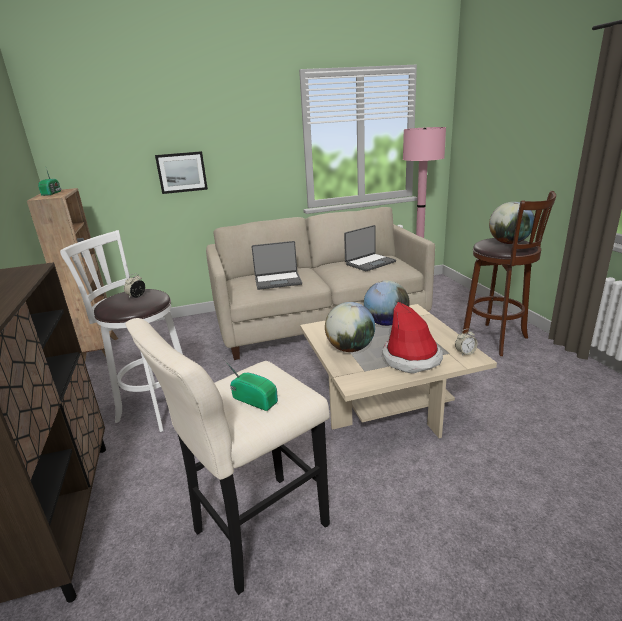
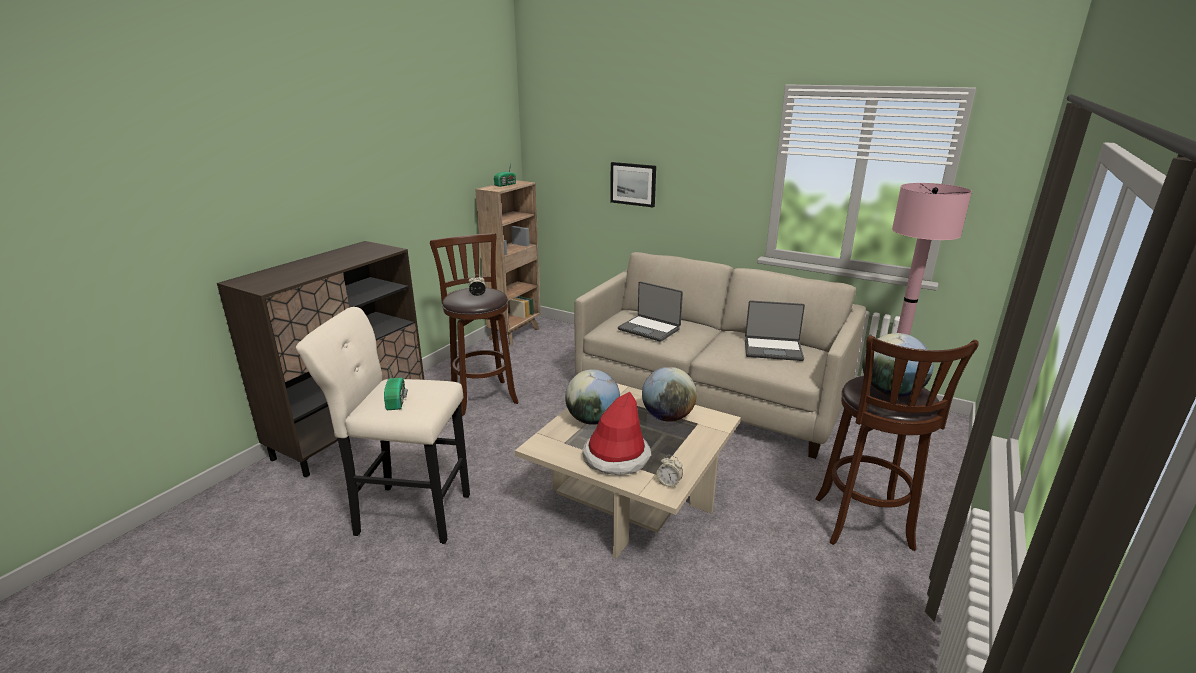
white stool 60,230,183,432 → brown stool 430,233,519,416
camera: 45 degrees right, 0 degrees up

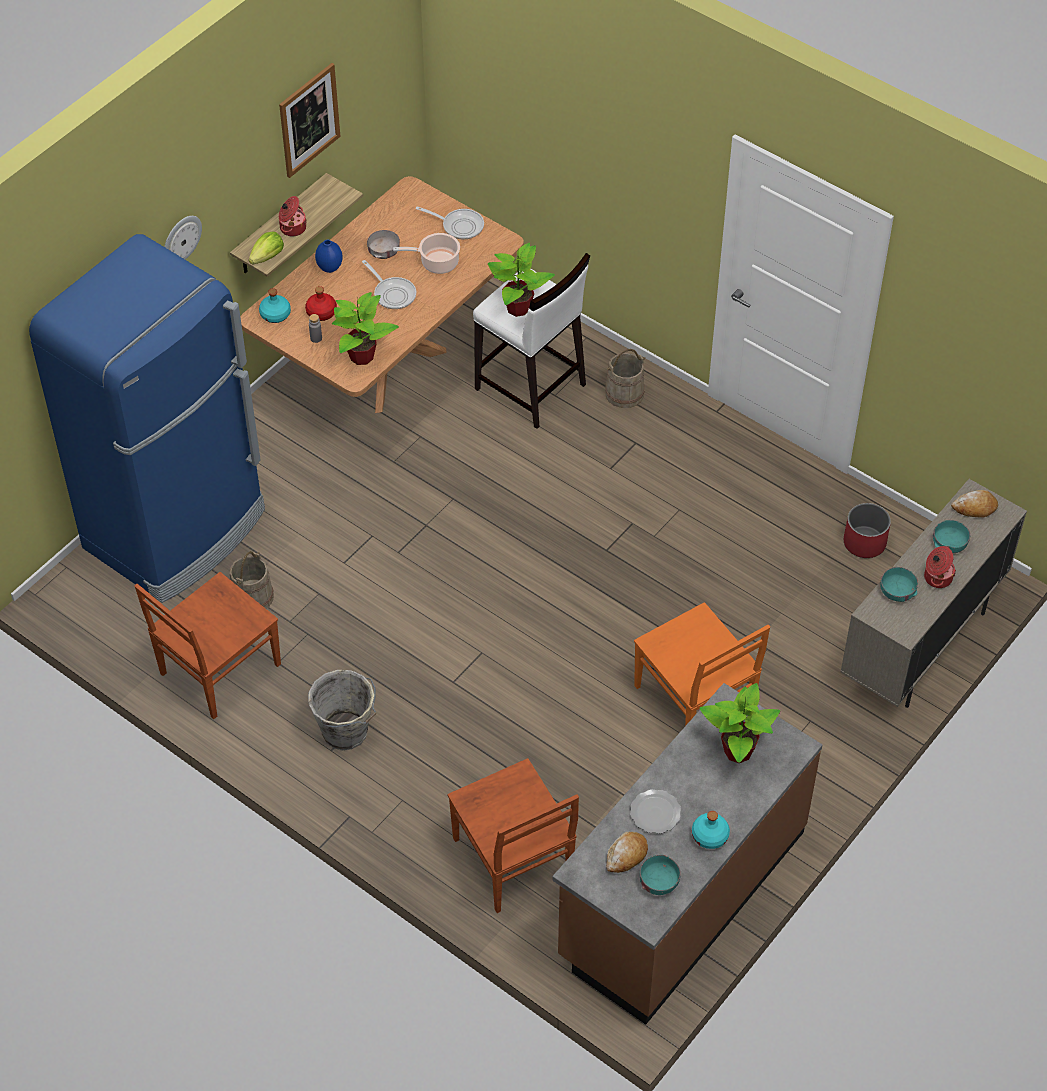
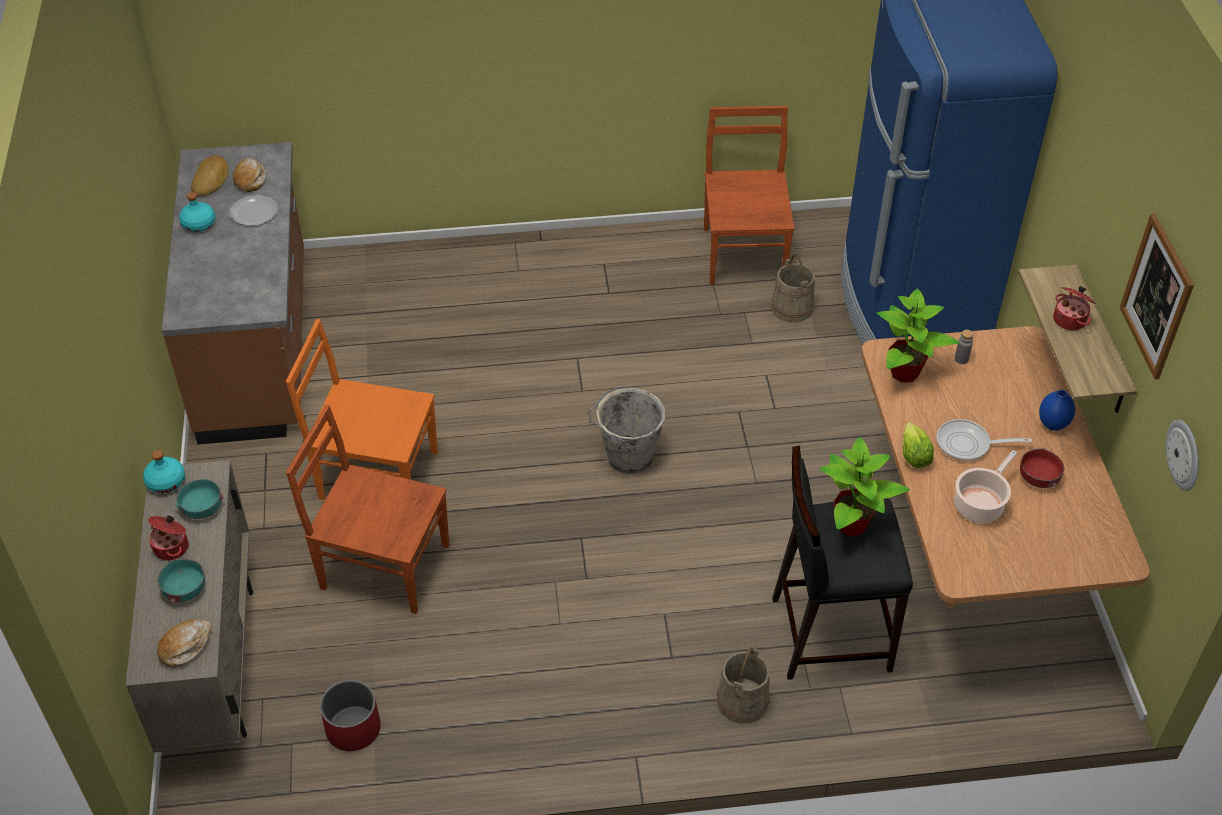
turquoise bottle 259,288,291,323 → turquoise bottle 143,450,185,494, shifted
turquoise bowl 639,855,681,895 → bread 191,156,229,196
brown chair 448,758,579,913 → brown chair 286,404,449,614, shifted
grey bucket 308,670,376,750 → grey bucket 588,386,665,474, shifted
white stool 473,253,590,429 → black stool 772,446,913,680
lettuce 249,232,284,265 → lettuce 902,422,934,468, shifted
grey bowl 367,230,400,259 → red bowl 1020,448,1064,488
wall clock 164,216,202,259 → wall clock 1166,419,1199,491, shifted
red bottle 305,286,337,321 → -
frying pan 416,206,484,239 → -
potted plant 700,683,780,763 → -
camera: 135 degrees right, 5 degrees down

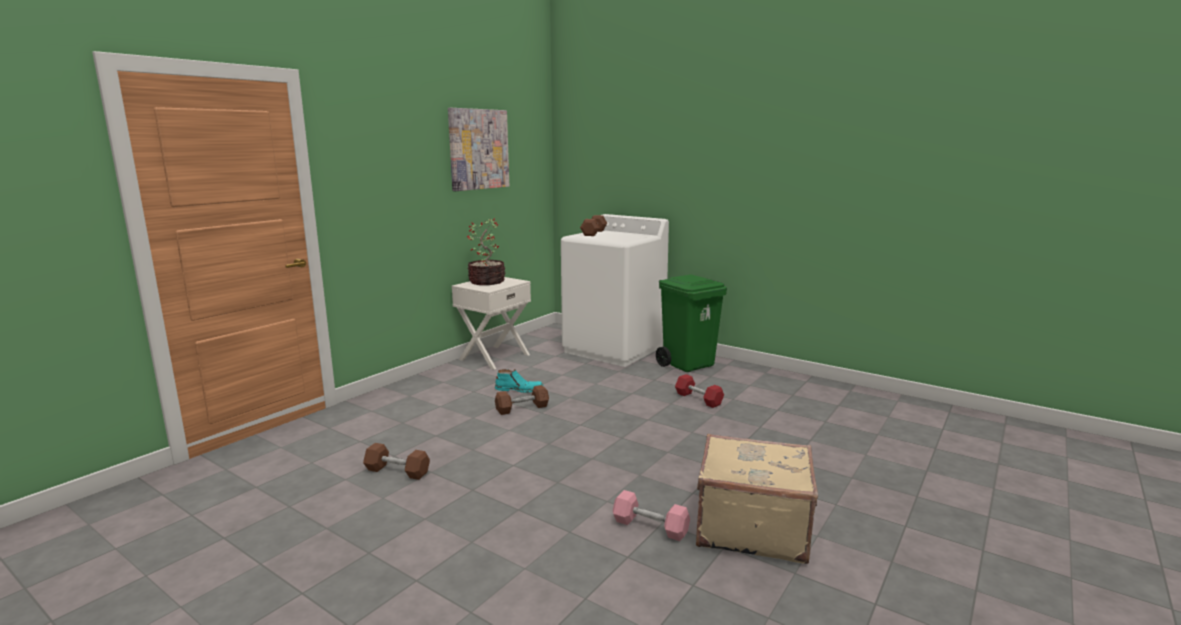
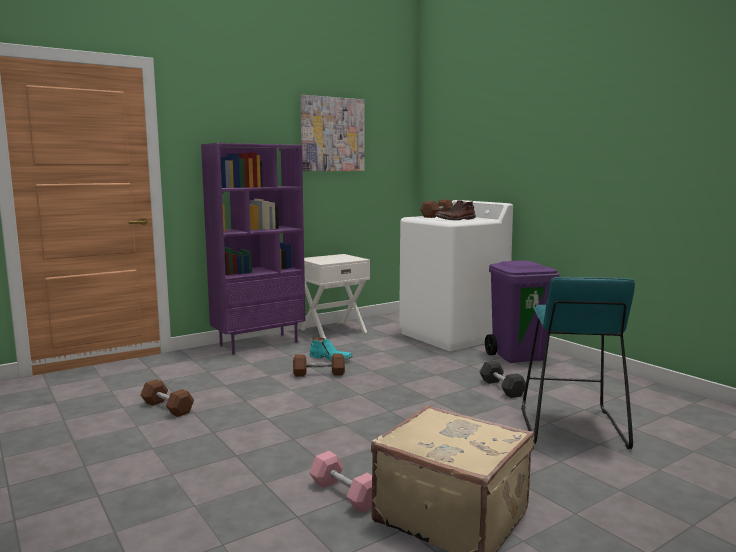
- → purple bookcase 201,143,305,355
- → brown boot 435,200,476,220
red dumbbell 675,374,724,408 → grey dumbbell 480,361,526,398
green trash can 656,275,727,372 → purple trash can 485,260,560,363
- → turquoise stool 521,277,635,449
potted plant 467,218,505,285 → -
camera: 20 degrees right, 5 degrees down

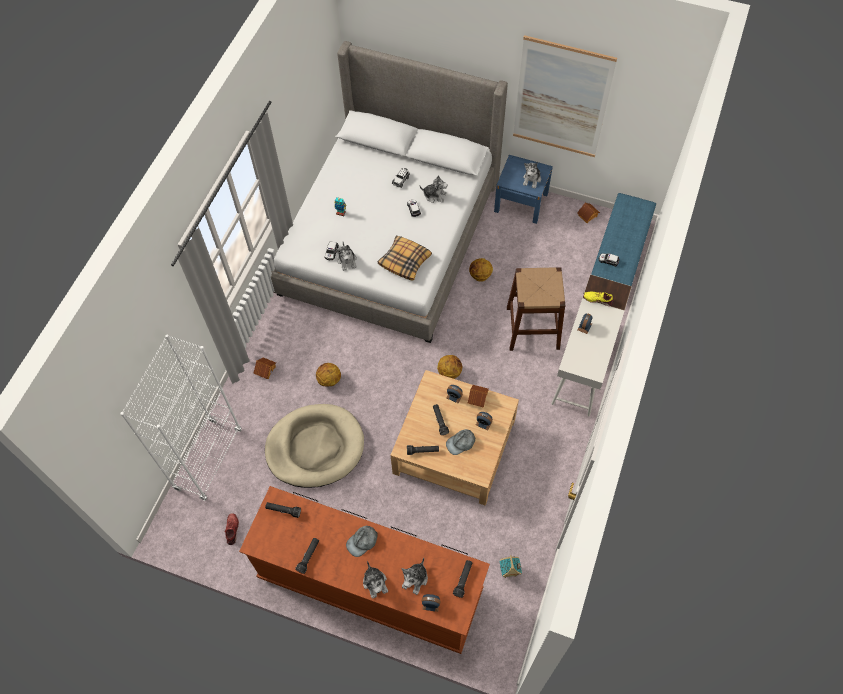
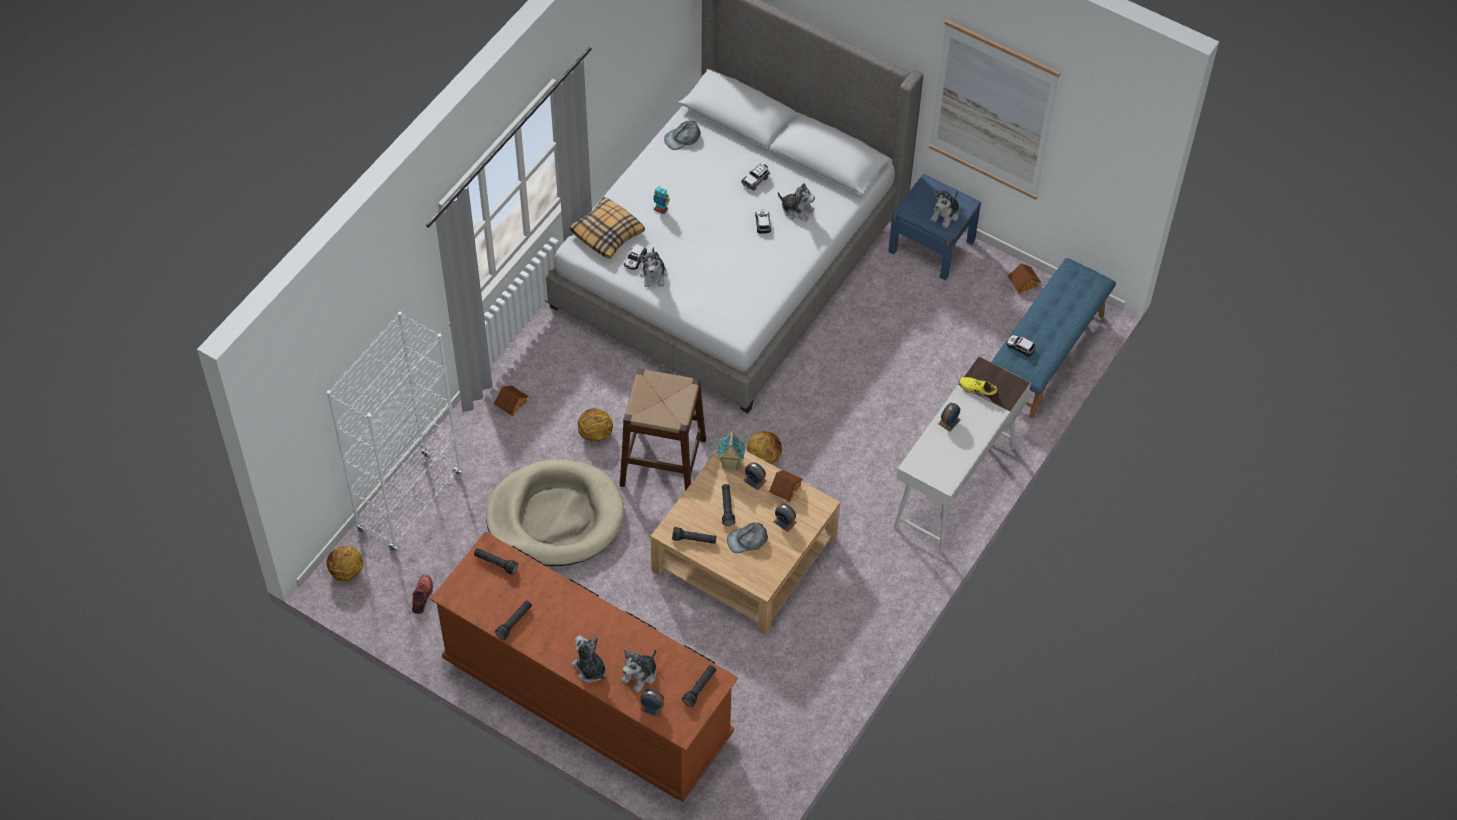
basketball 469,258,493,281 → basketball 327,546,363,582, shifted
pillow 378,236,432,281 → pillow 570,197,645,259, shifted
plush toy 363,561,388,599 → plush toy 571,636,606,682, 150 degrees clockwise
brown stool 507,267,565,351 → brown stool 620,369,706,491, shifted
grey cap 346,526,378,557 → grey cap 664,120,701,150, shifted
toy house 500,555,522,578 → toy house 717,431,745,470, shifted
camera: 10 degrees right, 5 degrees down

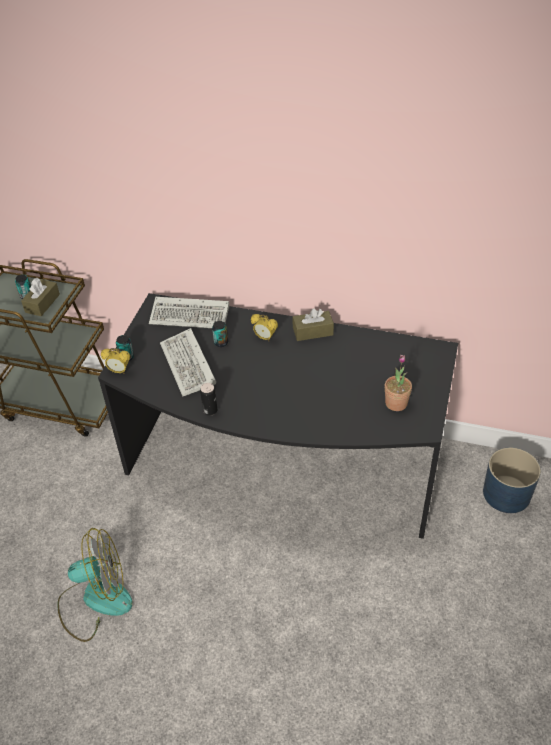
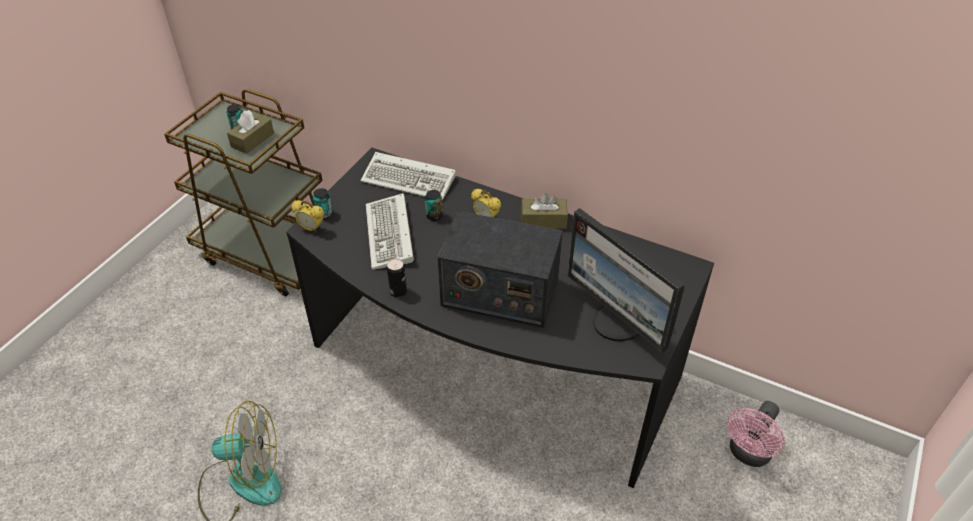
- → radio 438,211,563,328
potted plant 385,355,412,411 → monitor 568,208,684,353
blue planter 483,448,541,513 → pink fan 726,401,785,467
camera: 10 degrees right, 0 degrees up

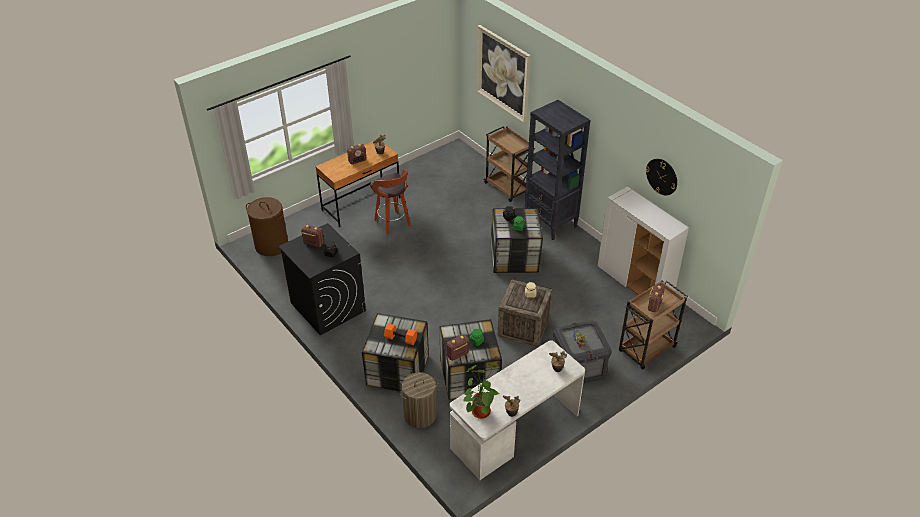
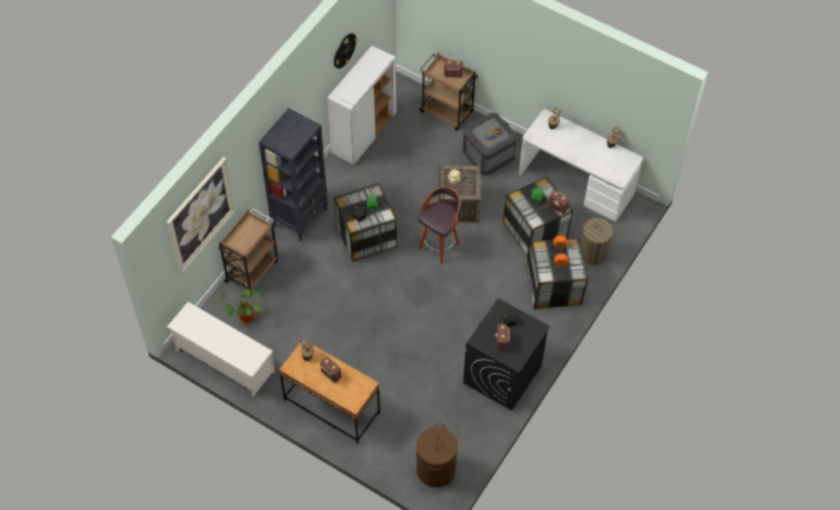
- → white shoe rack 167,302,275,397
potted plant 463,362,499,419 → potted plant 218,289,265,324, shifted
stool 370,169,411,235 → stool 418,187,461,264, shifted
camera: 110 degrees left, 15 degrees up

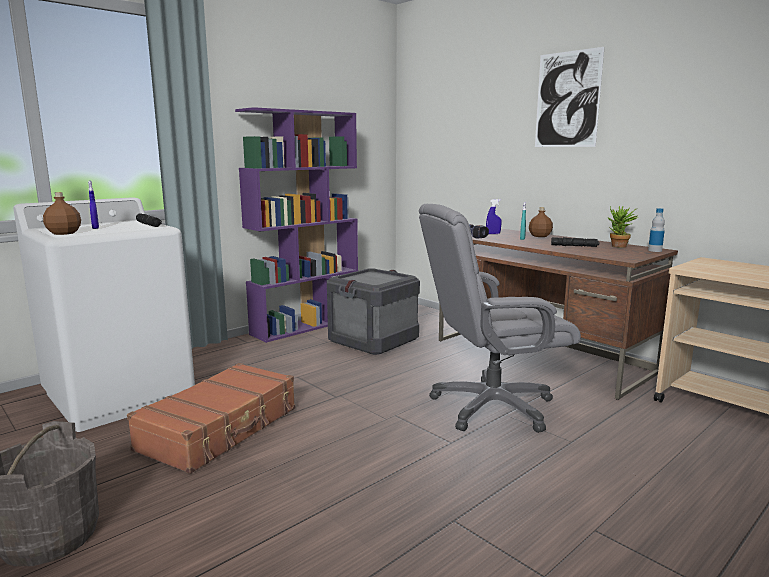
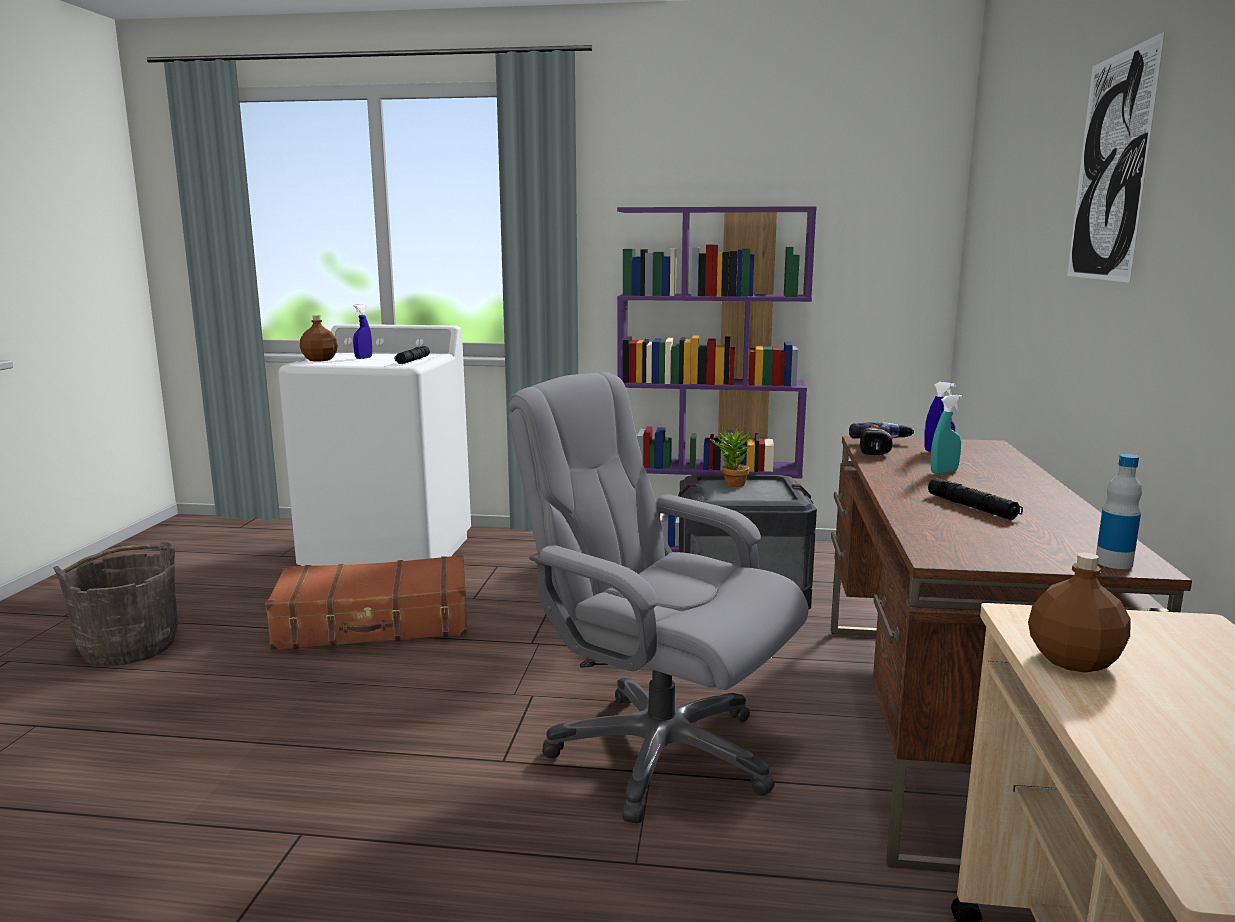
potted plant 608,206,638,248 → potted plant 710,426,754,487, shifted
brown bottle 529,207,553,237 → brown bottle 1028,552,1130,673, shifted
camera: 50 degrees right, 0 degrees up

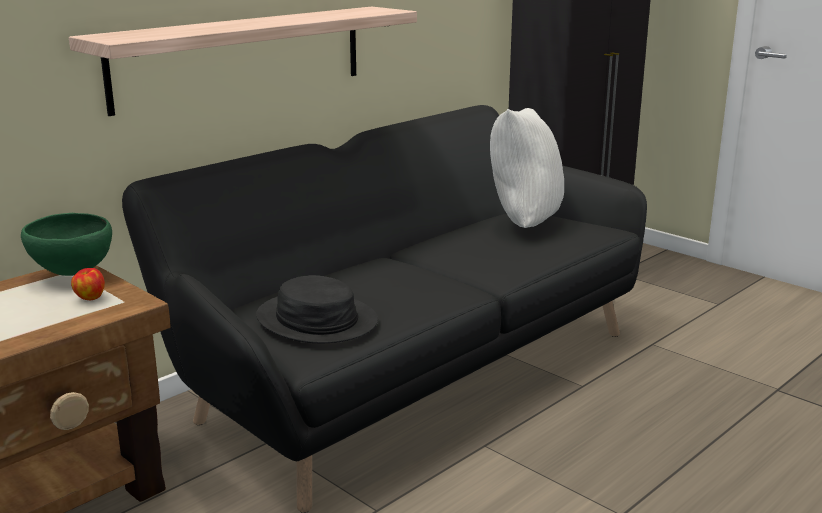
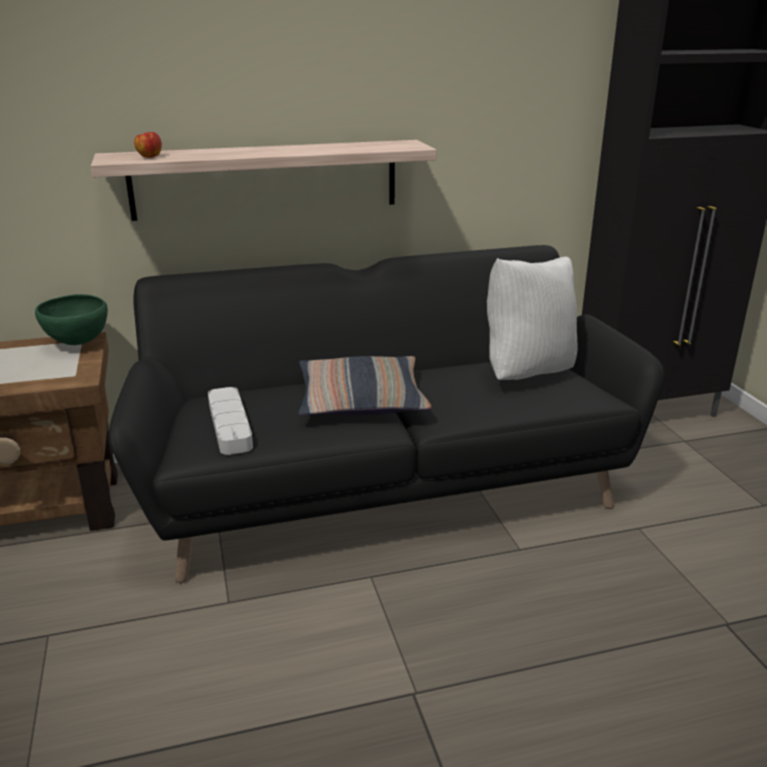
apple 71,268,105,300 → apple 134,132,162,158, shifted
black hat 256,275,378,343 → grey tray 208,387,253,455
- → pillow 298,356,432,415
camera: 30 degrees right, 5 degrees up

